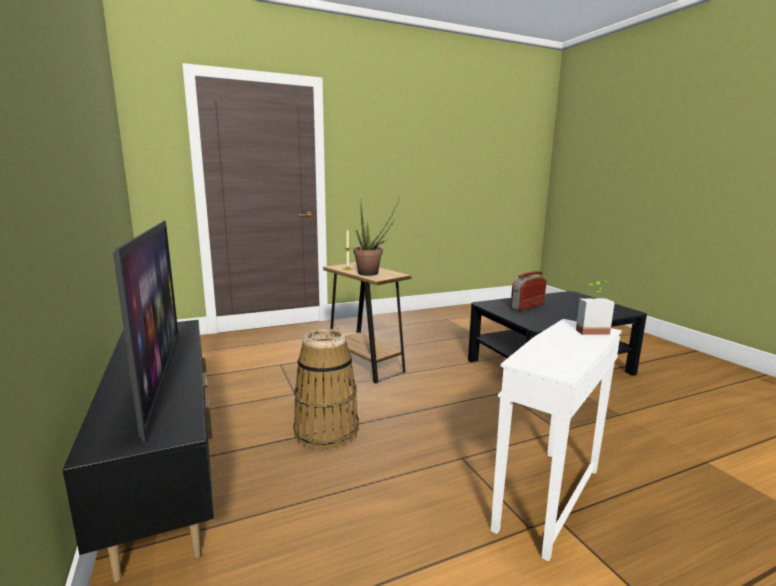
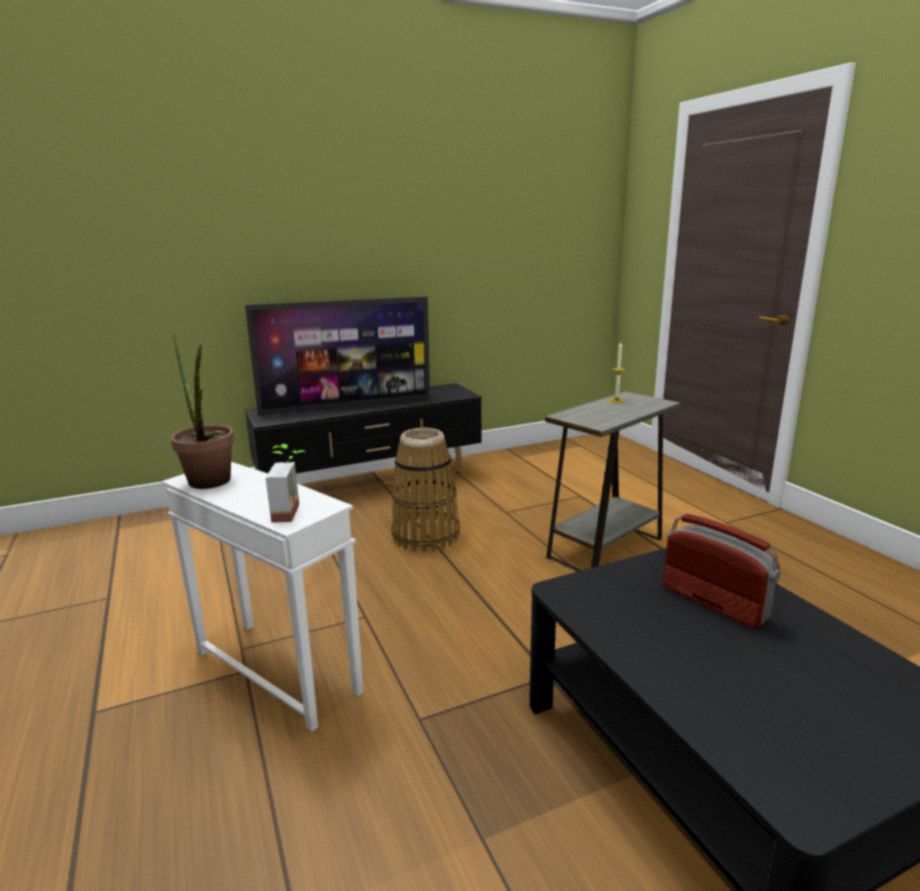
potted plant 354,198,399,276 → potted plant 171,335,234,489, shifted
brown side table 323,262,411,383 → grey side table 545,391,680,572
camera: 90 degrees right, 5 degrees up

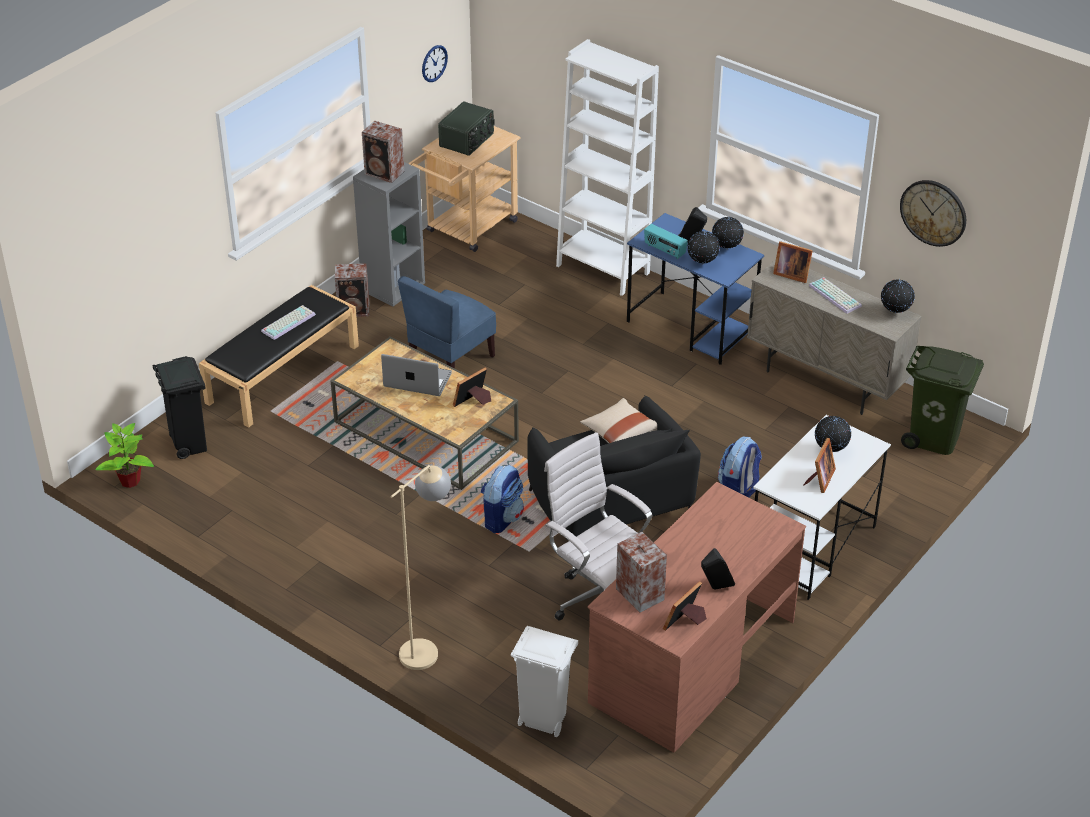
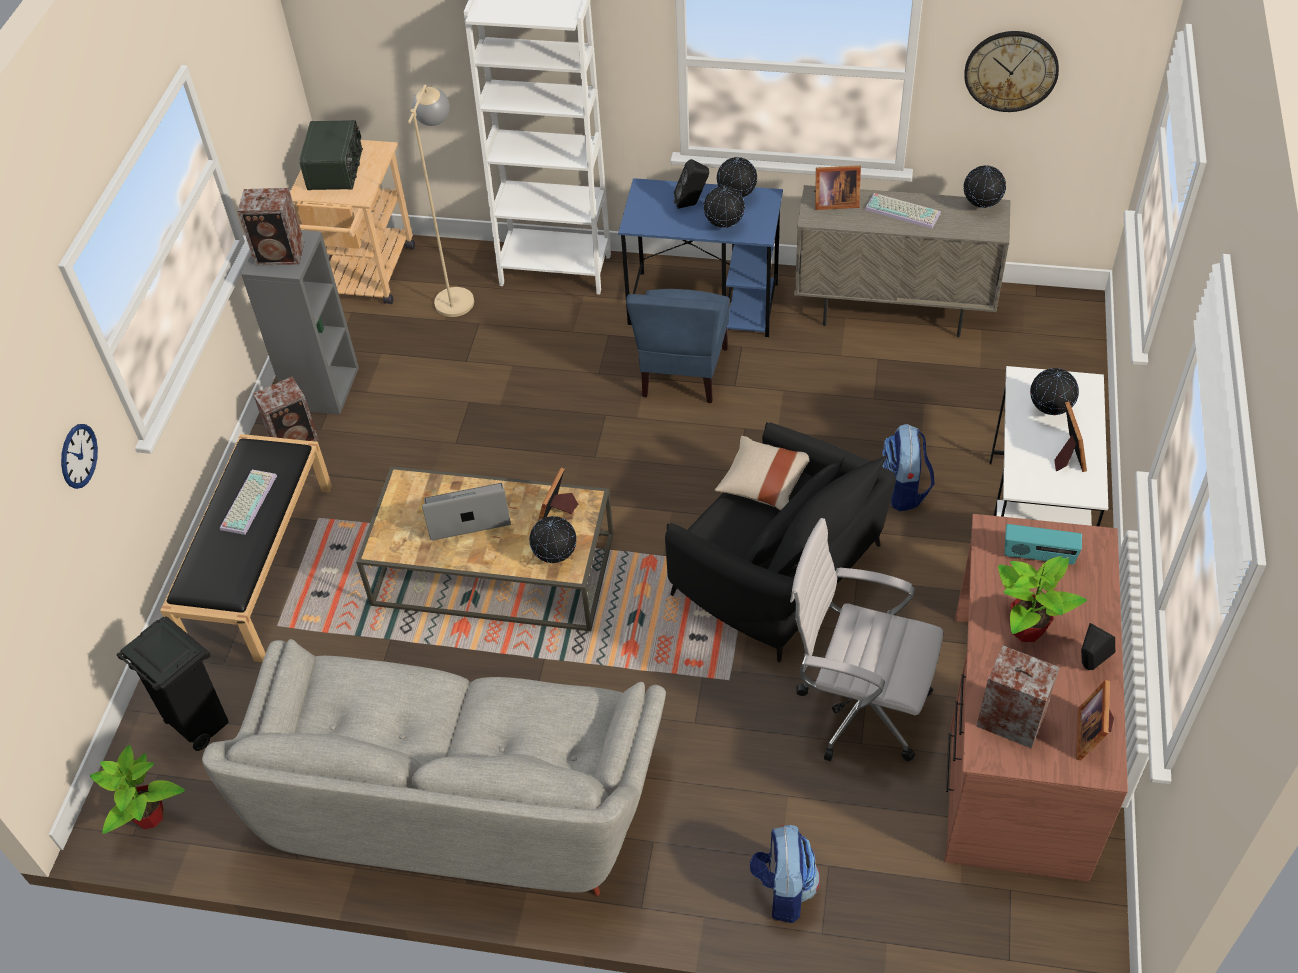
wall clock 422,45,448,82 → wall clock 61,424,98,489, shifted
- → grey sofa 202,639,666,896
beige floor lamp 390,465,451,670 → beige floor lamp 408,85,474,317, shifted
- → globe 529,516,577,563
blue chair 398,276,496,368 → blue chair 626,289,730,403, shifted
backpack 481,465,524,533 → backpack 750,825,820,923, shifted
- → potted plant 998,556,1087,642
radio 644,224,688,259 → radio 1004,524,1082,565, shifted
white trash can 511,626,578,737 → -
green trash can 901,346,984,455 → -
camera: 25 degrees left, 10 degrees up

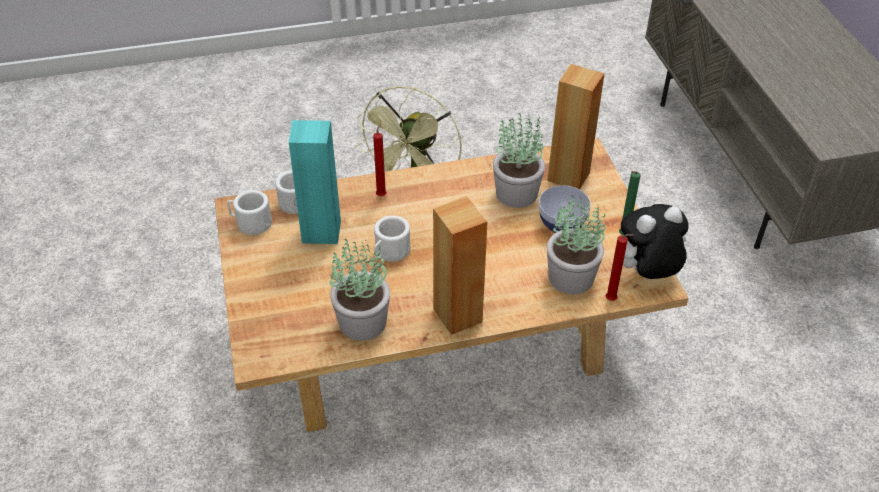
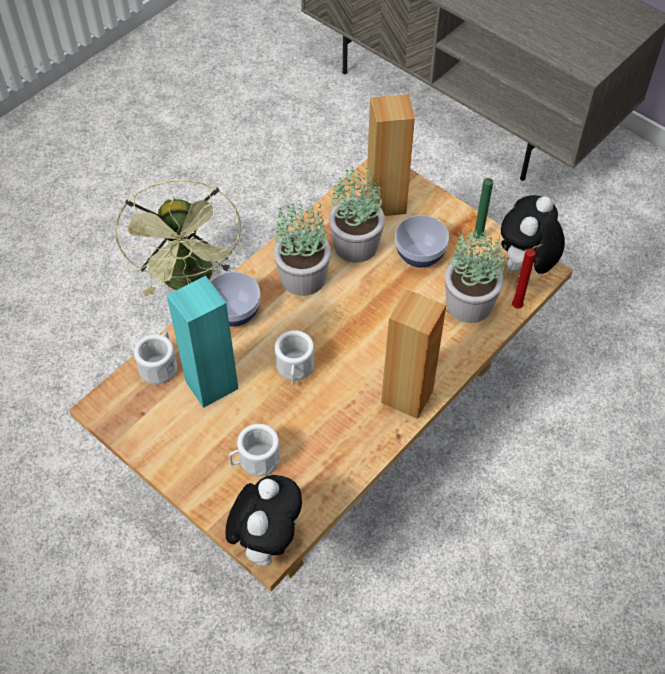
red candle 373,123,387,196 → bowl 210,272,260,327
- → plush toy 225,475,302,566
white mug 227,190,272,235 → white mug 229,424,280,476, shifted
potted plant 329,239,390,341 → potted plant 274,200,331,296, shifted
camera: 35 degrees left, 10 degrees up

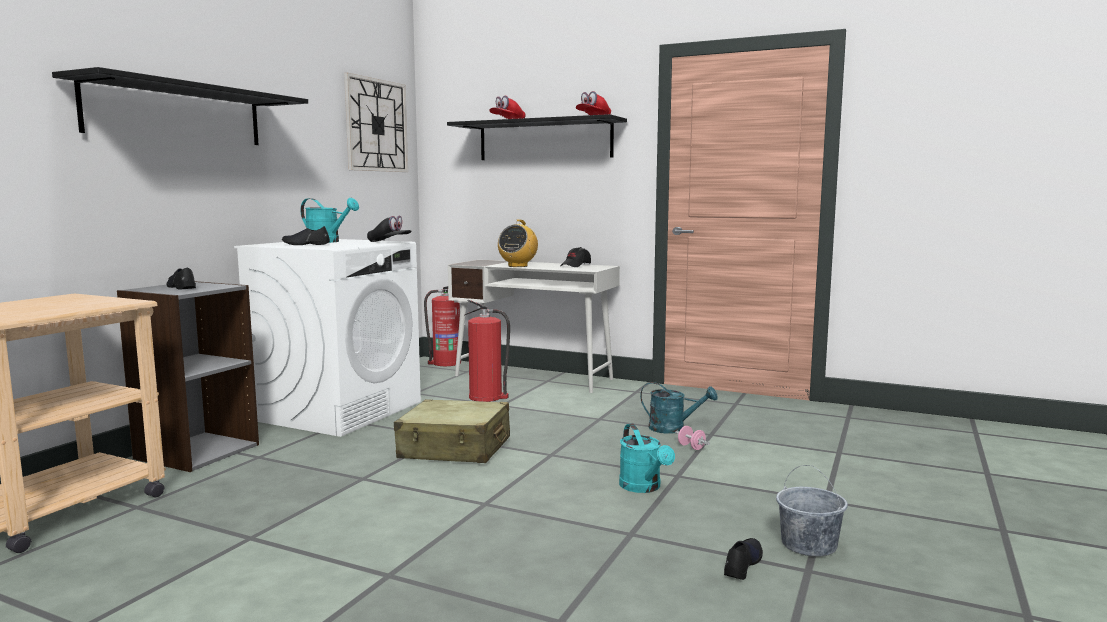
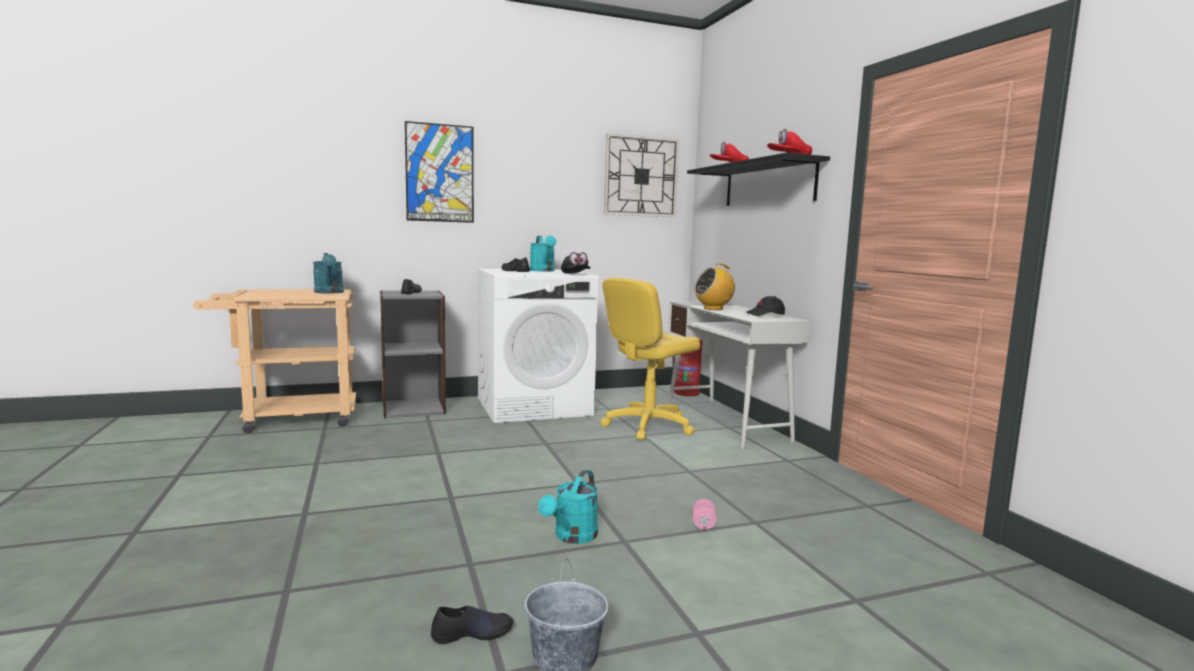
turquoise watering can 640,382,718,434 → turquoise watering can 313,253,344,294, shifted
black shelf 52,67,308,145 → picture 405,121,474,223
fire extinguisher 464,300,510,402 → yellow office chair 600,278,701,440
beige suitcase 394,399,510,463 → -
camera: 45 degrees right, 0 degrees up

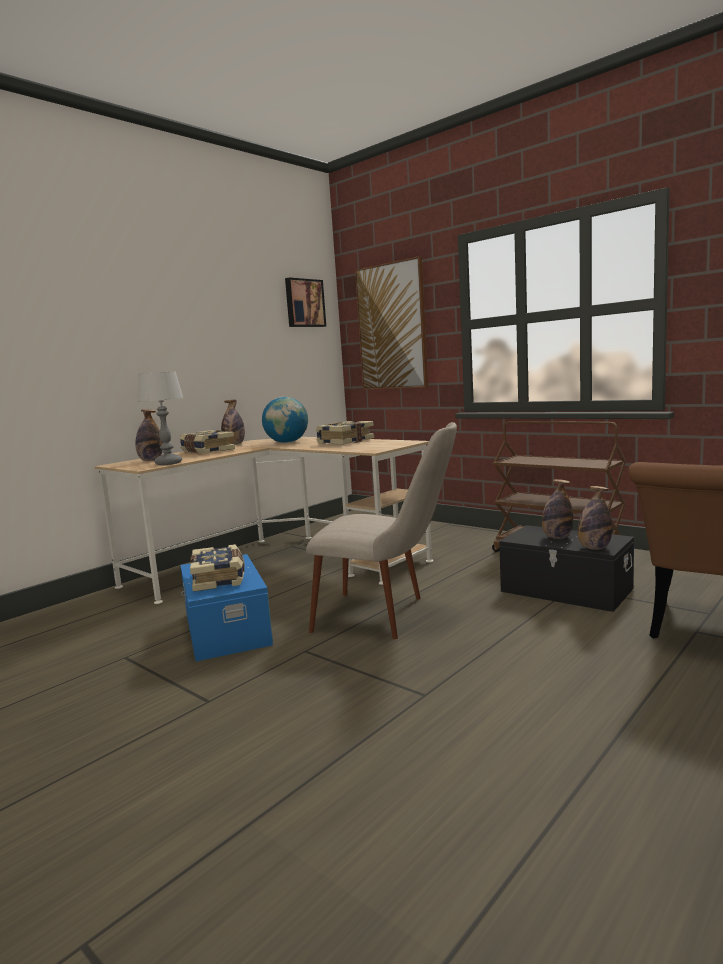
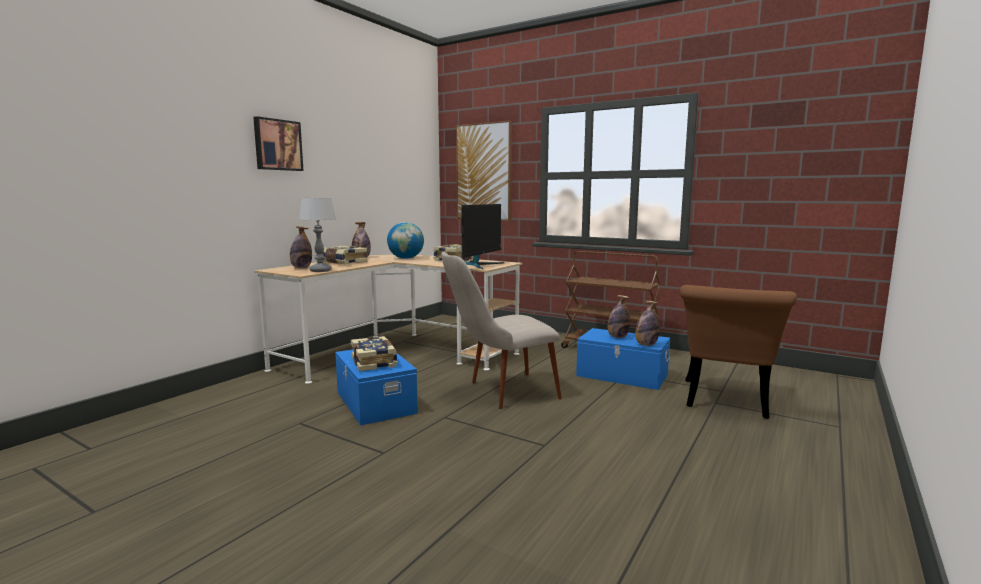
picture 285,277,326,327 → picture 253,116,304,171, shifted
beige chair 306,422,457,639 → beige chair 441,252,562,409, 150 degrees clockwise
- → monitor 461,204,504,269
black storage box 499,525,634,612 → blue storage box 576,328,670,390
camera: 10 degrees left, 0 degrees up

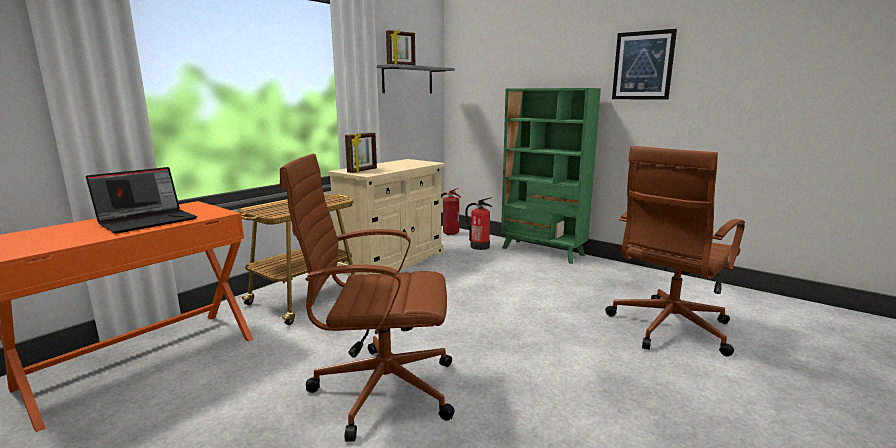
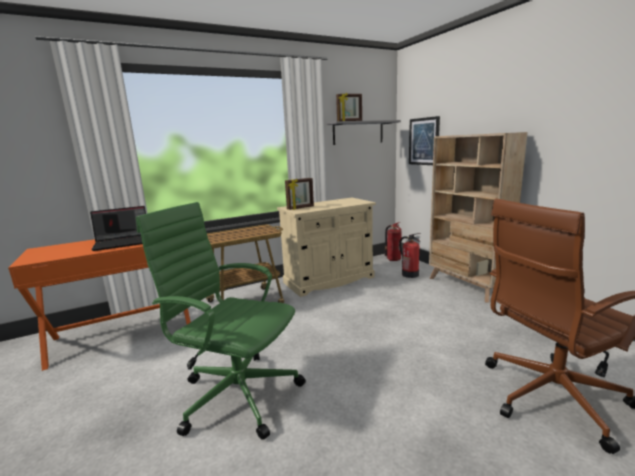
brown office chair 280,154,455,442 → green office chair 136,202,306,440
picture 612,29,677,100 → picture 409,116,440,165, shifted
green bookcase 501,88,601,264 → beige bookcase 429,132,528,303
camera: 25 degrees right, 0 degrees up

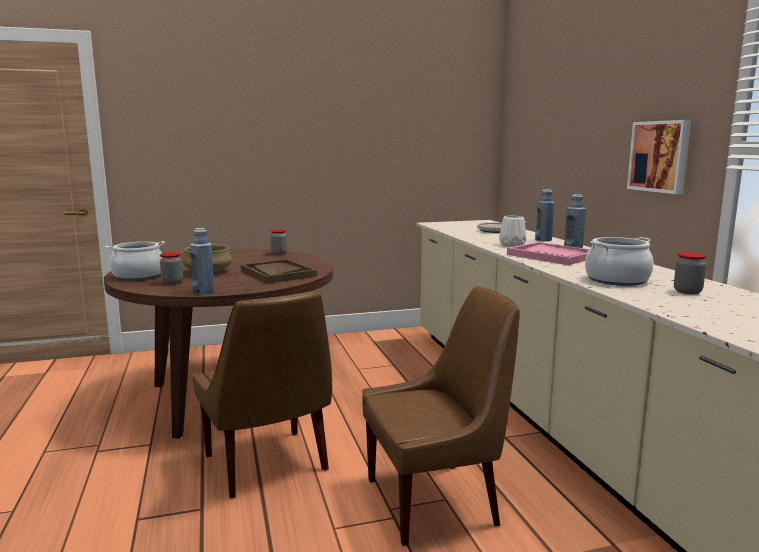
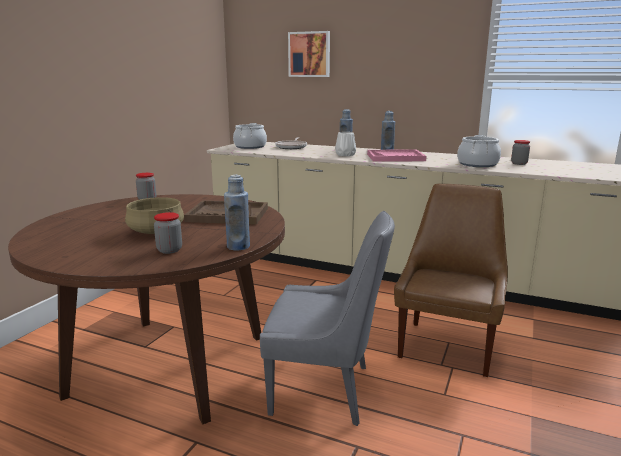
cooking pot 106,241,165,281 → cooking pot 233,123,267,149, shifted
brown chair 192,290,332,498 → grey chair 260,211,395,426
picture 627,120,691,194 → picture 288,31,330,77, shifted
camera: 50 degrees left, 5 degrees up

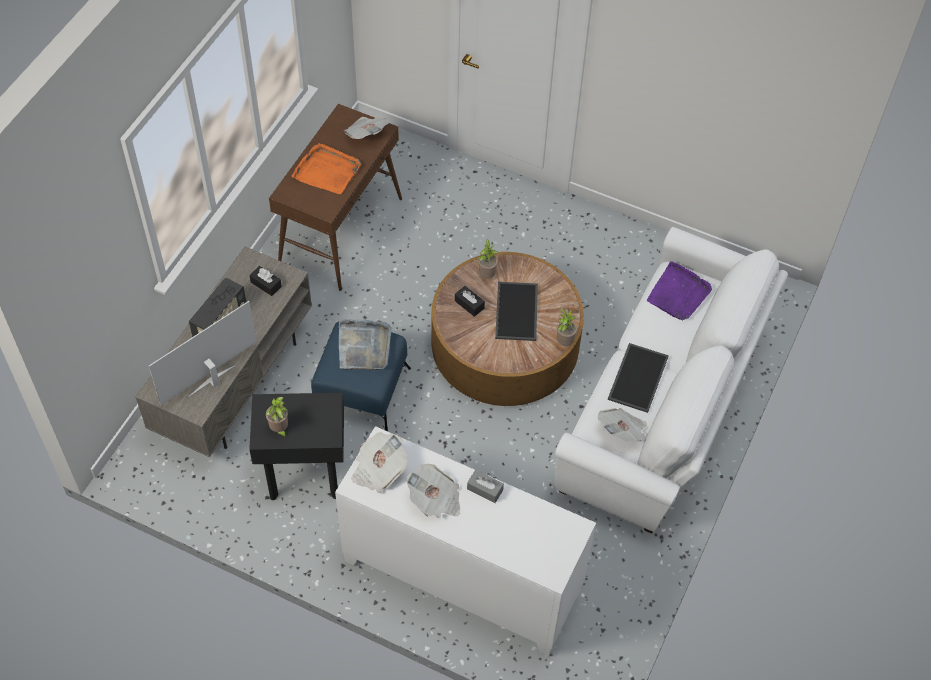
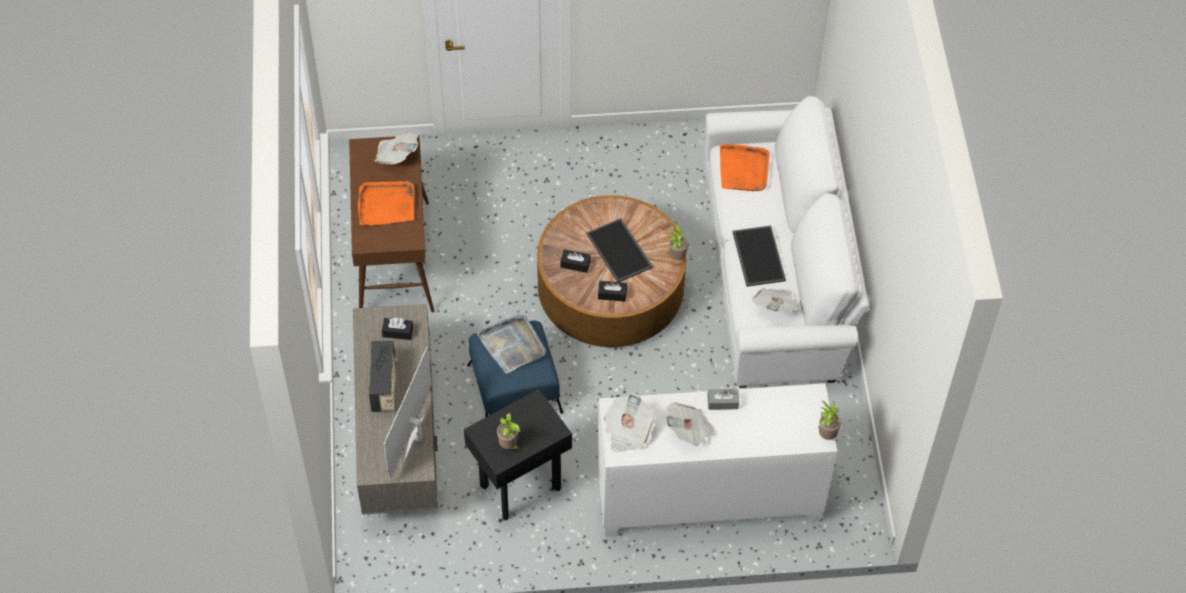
- → black tissue box 598,281,627,302
purple tray 647,261,712,320 → orange tray 720,144,770,191
potted plant 478,239,498,278 → potted plant 818,401,841,440, shifted
camera: 30 degrees left, 0 degrees up

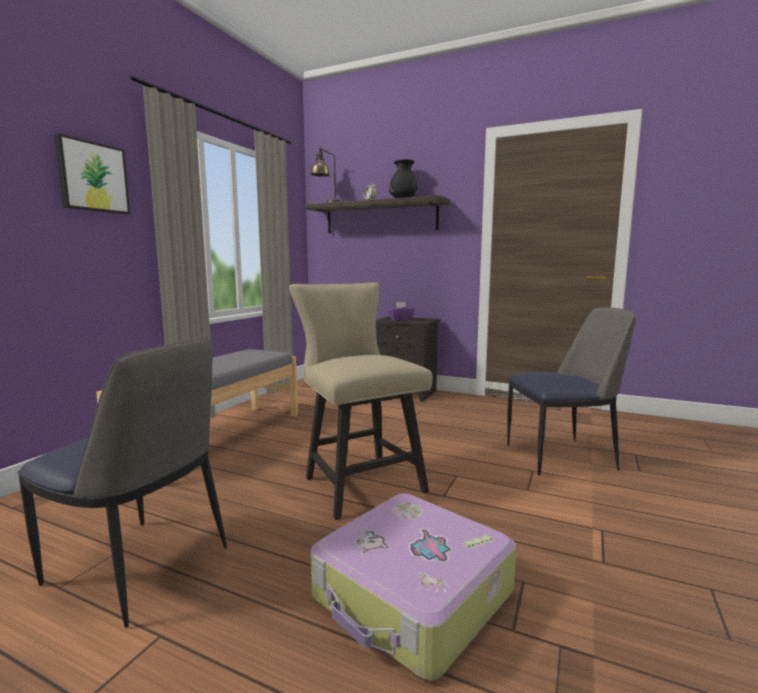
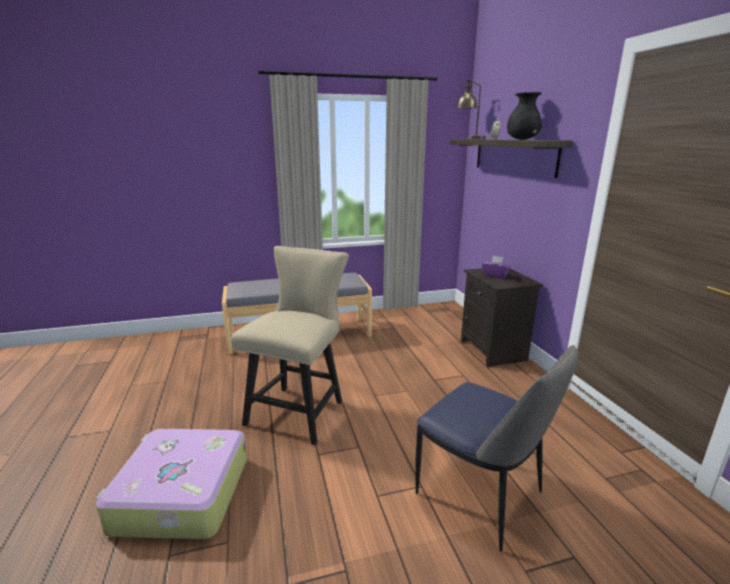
chair 17,338,227,628 → -
picture 54,133,130,214 → -
camera: 50 degrees right, 10 degrees up

